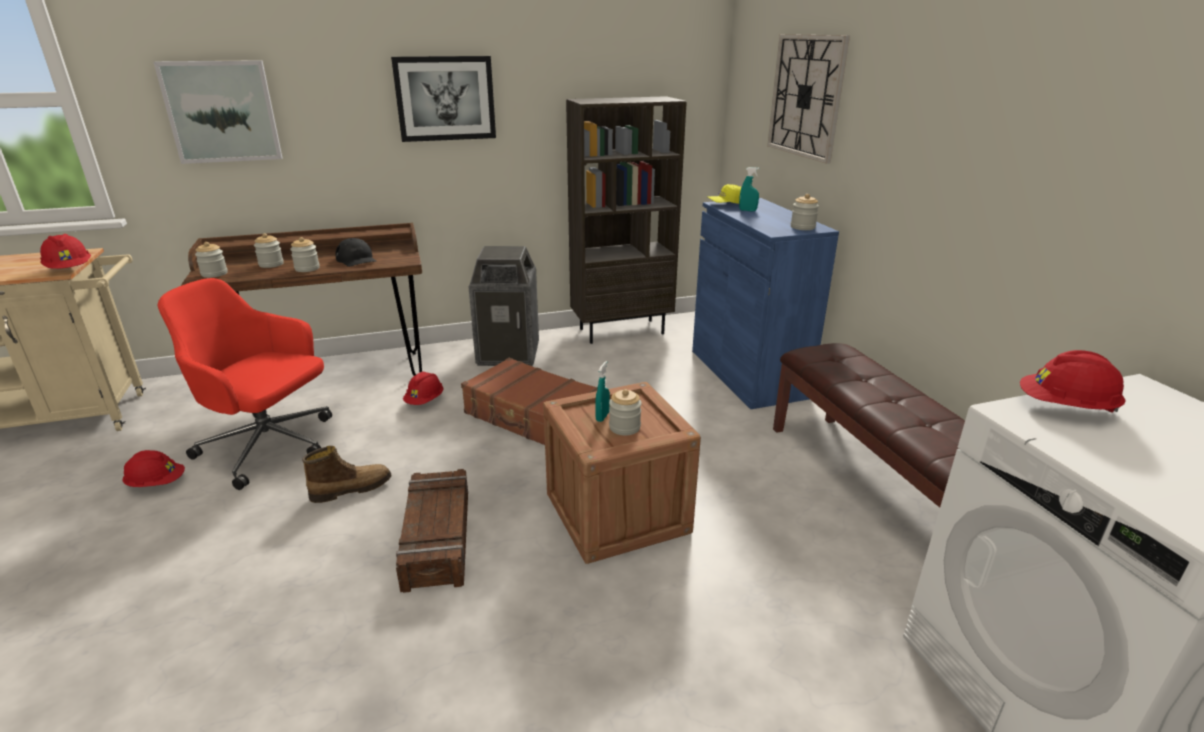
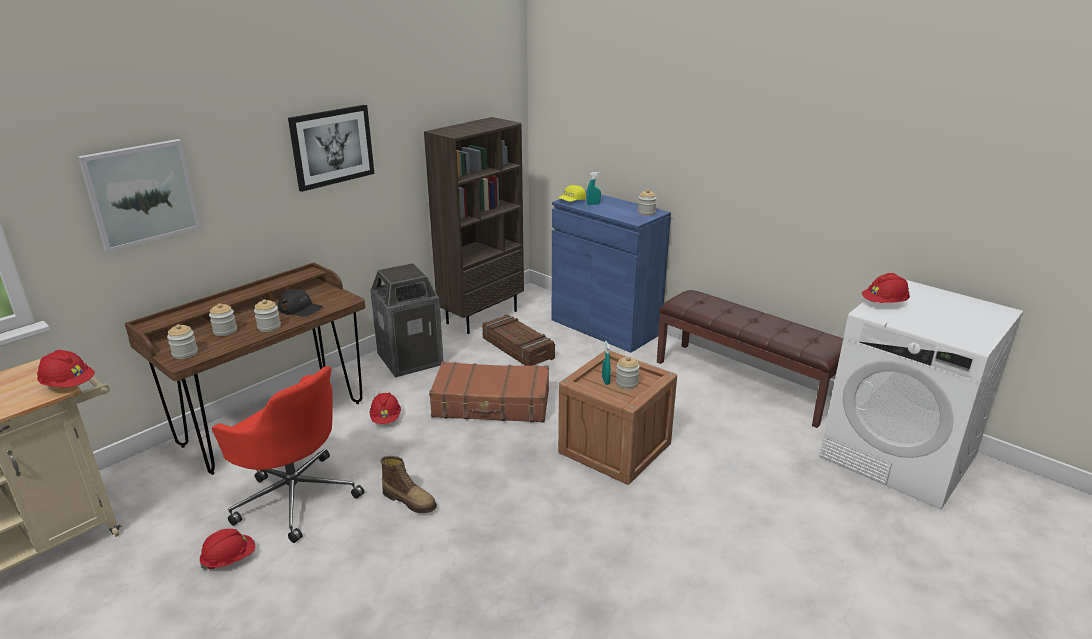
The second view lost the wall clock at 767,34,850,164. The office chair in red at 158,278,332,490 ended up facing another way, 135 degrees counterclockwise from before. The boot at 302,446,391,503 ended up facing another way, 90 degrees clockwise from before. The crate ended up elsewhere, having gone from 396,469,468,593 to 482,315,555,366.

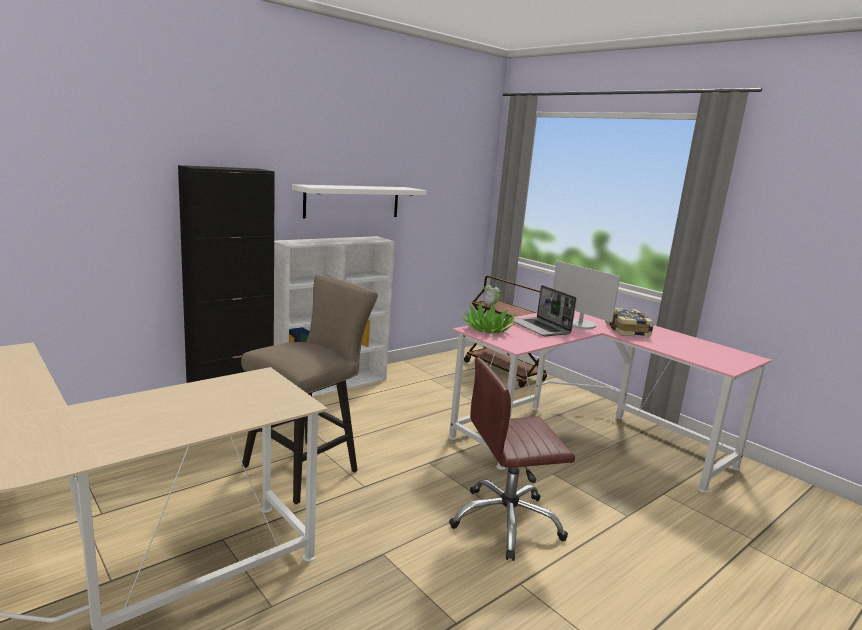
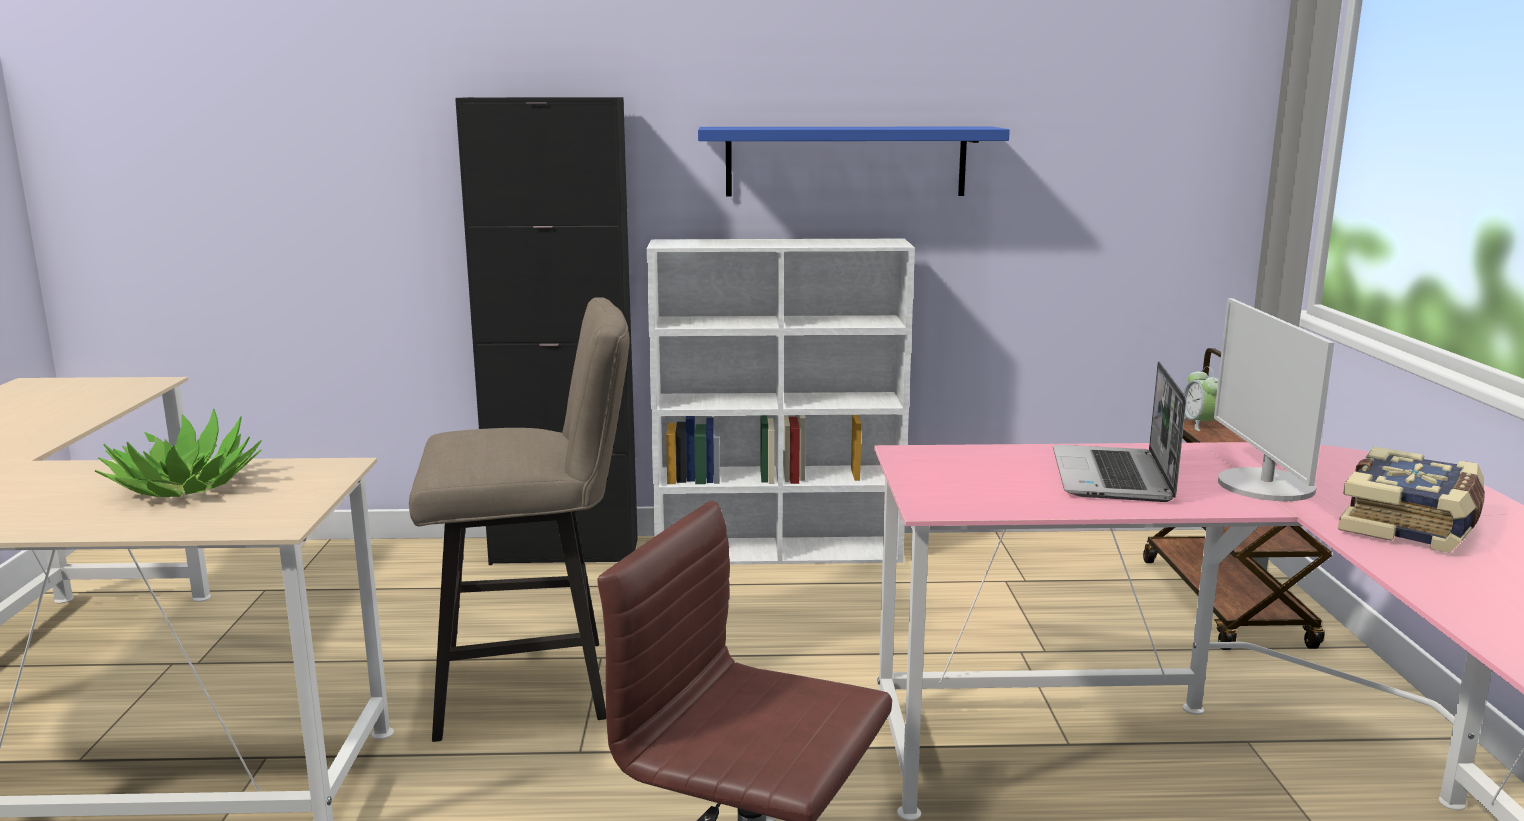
What was the shelf in white at 292,184,427,218 turned into the shelf in blue at 698,127,1010,197. The potted plant ended up elsewhere, having gone from 462,303,517,334 to 95,409,262,497.

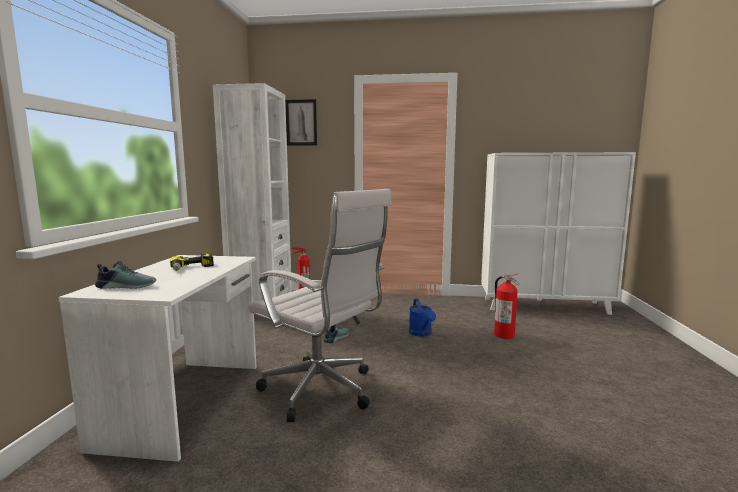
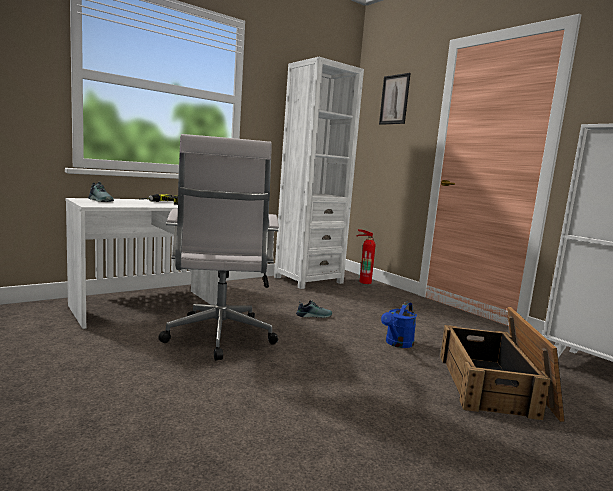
Where the fire extinguisher stood at 494,274,519,339, the crate came to stand at 440,307,565,422.

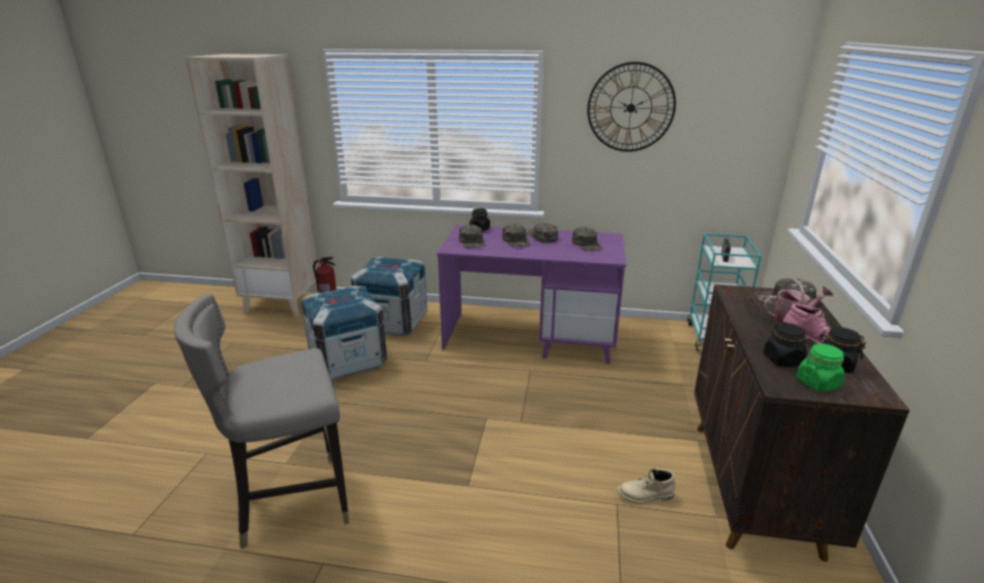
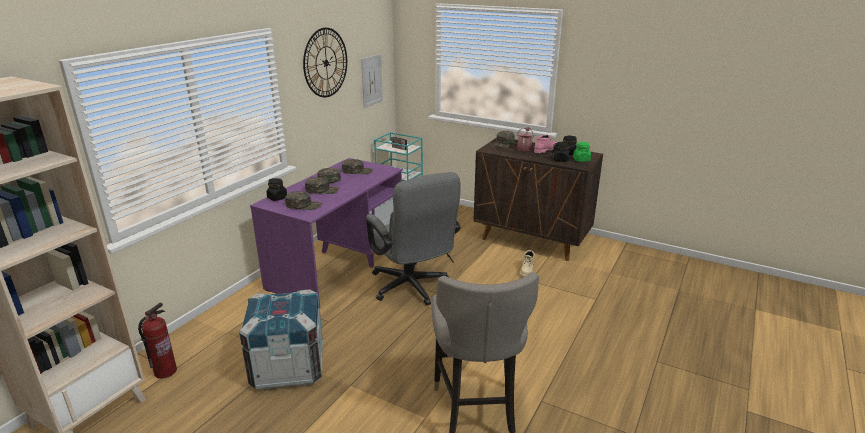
The second view lost the crate at 351,256,427,336. The second view gained the picture at 361,54,383,108. The second view gained the office chair in grey at 366,172,461,305.

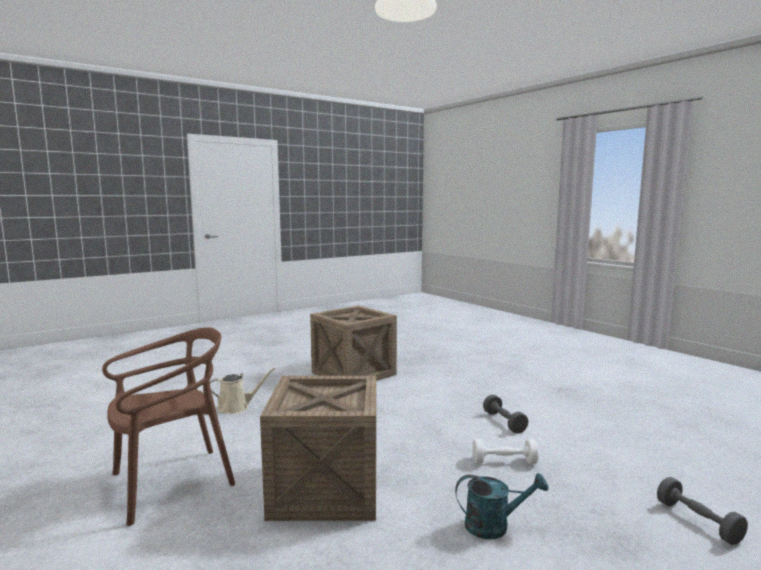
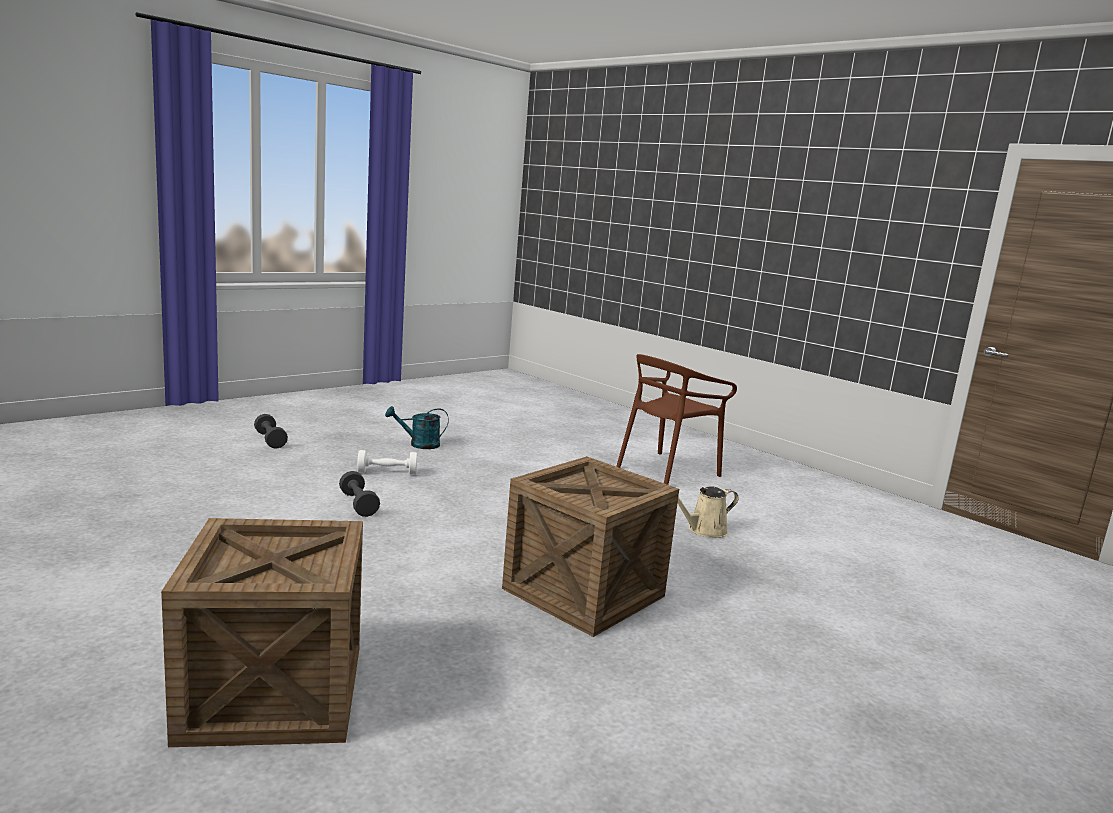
The crate ended up elsewhere, having gone from 260,376,376,521 to 161,518,363,747.

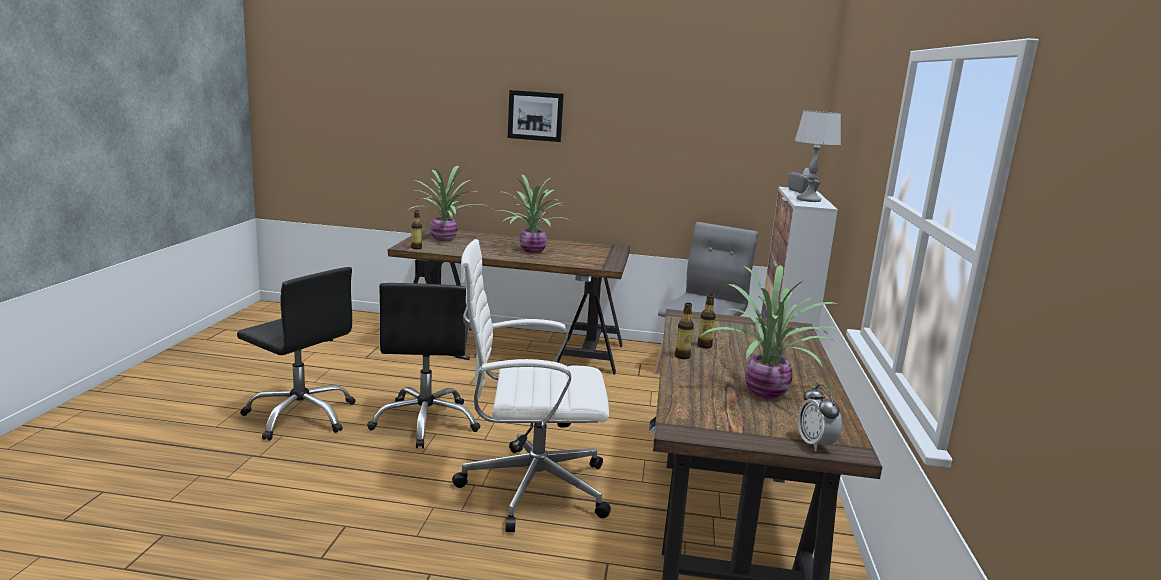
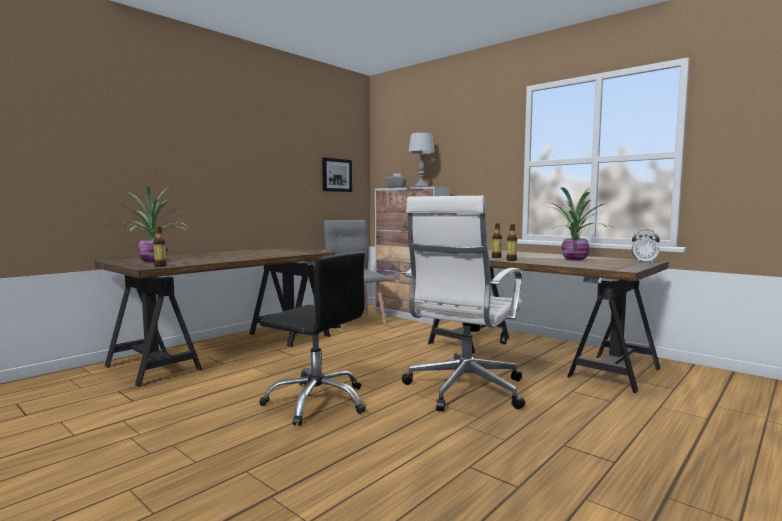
The picture ended up elsewhere, having gone from 508,90,564,142 to 322,157,352,192. The second view lost the potted plant at 497,175,571,254. The second view lost the office chair in black at 237,267,355,441.

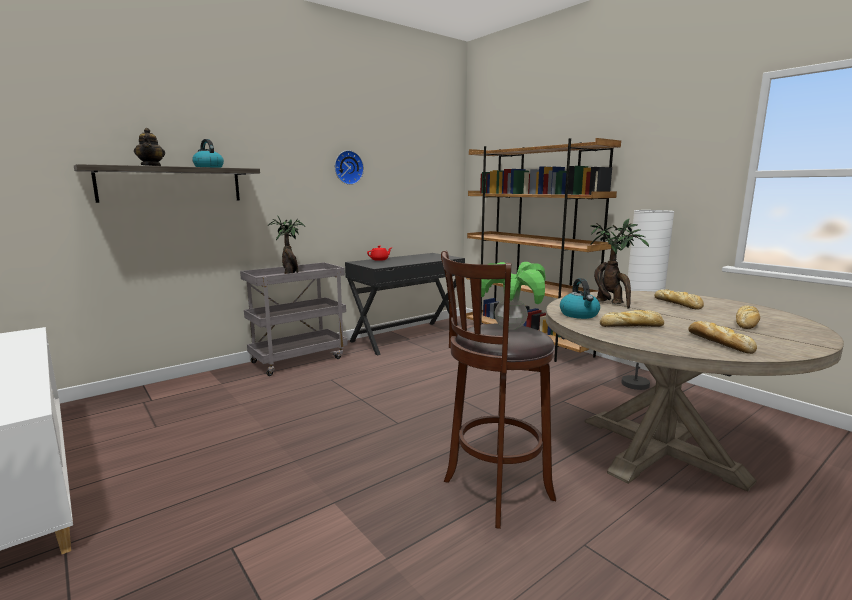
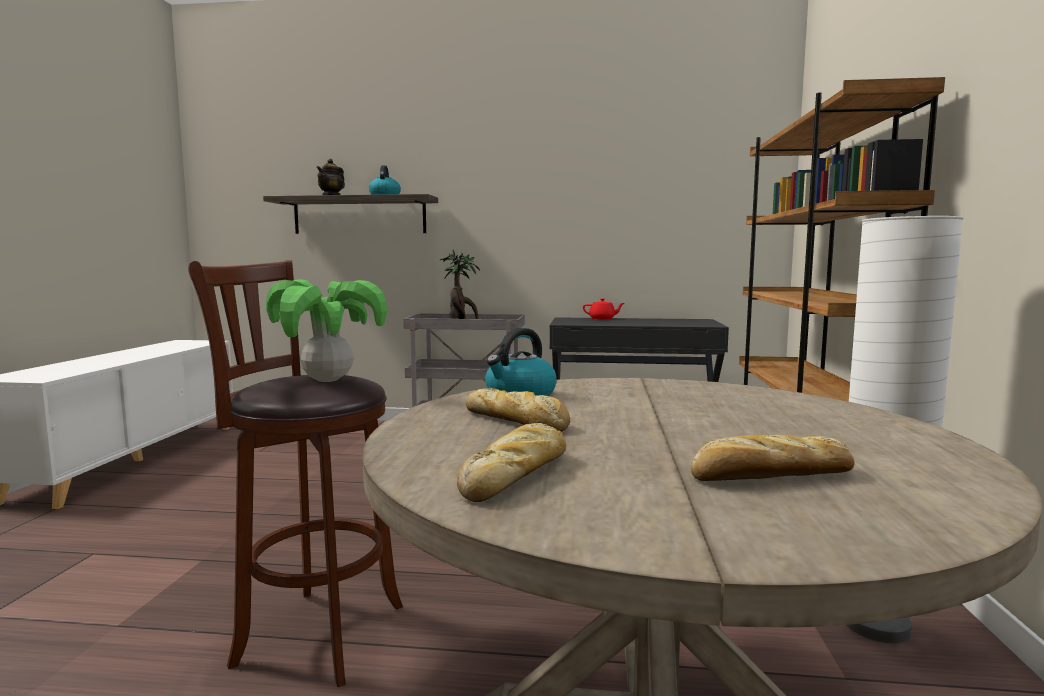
The second view lost the wall clock at 335,150,364,185. The second view lost the potted plant at 591,219,649,309. The second view lost the bread at 654,289,704,310.

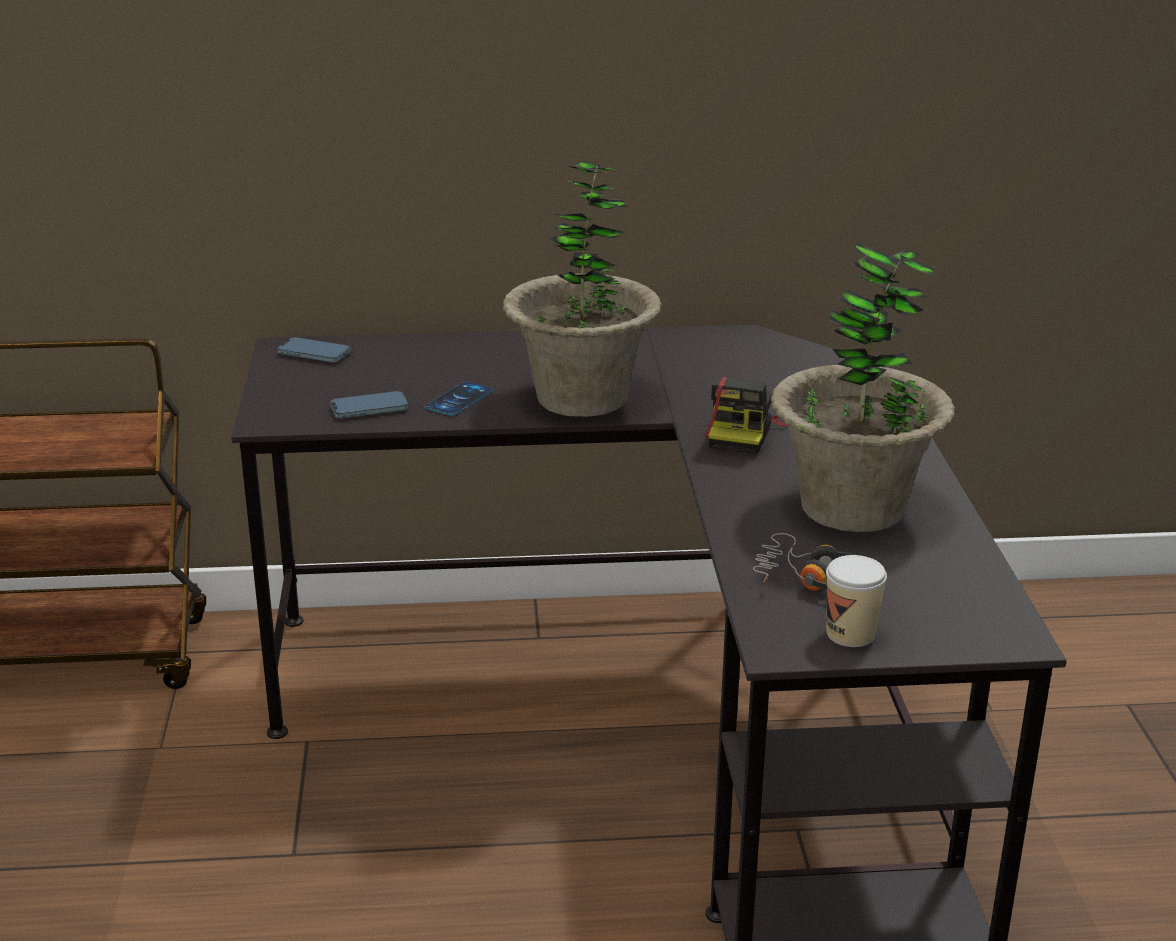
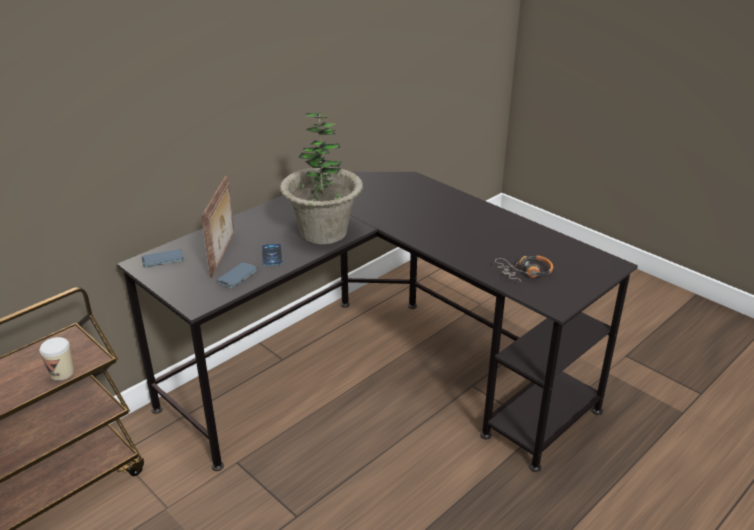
The second view lost the potted plant at 771,242,955,532. The second view lost the photo camera at 704,377,787,454. The cup ended up elsewhere, having gone from 826,555,887,647 to 40,337,74,380. The second view gained the picture frame at 201,175,234,278.

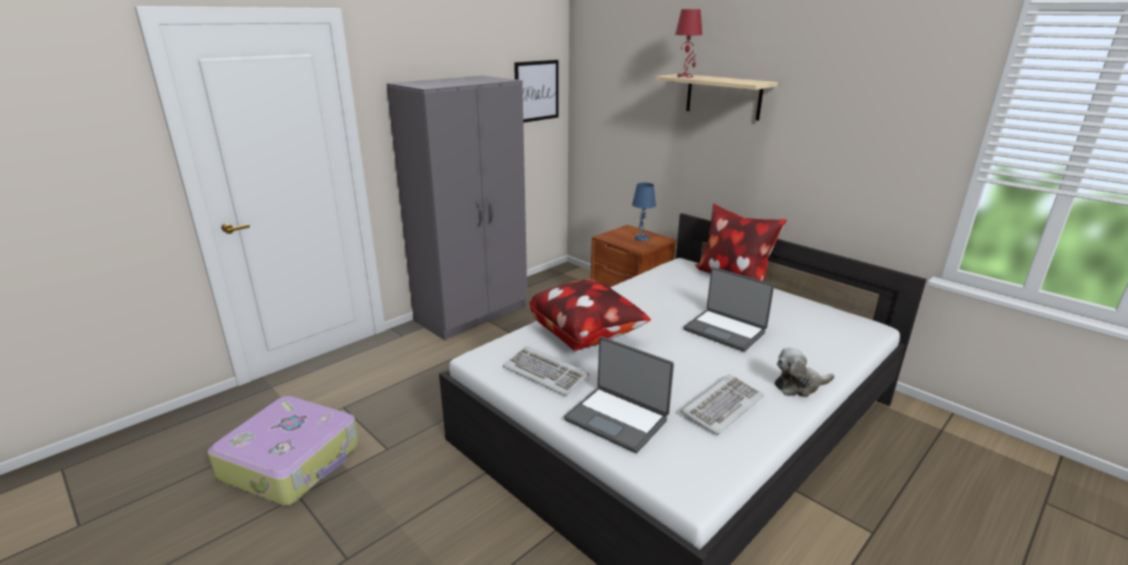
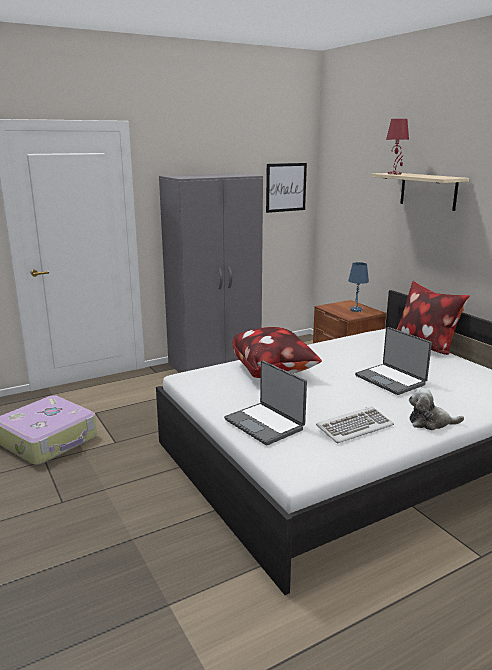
The second view lost the keyboard at 503,346,590,396.

